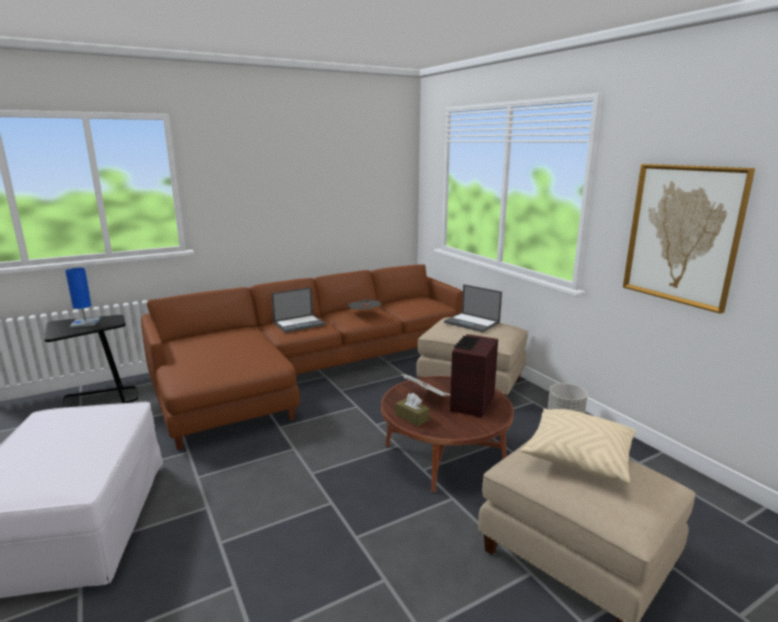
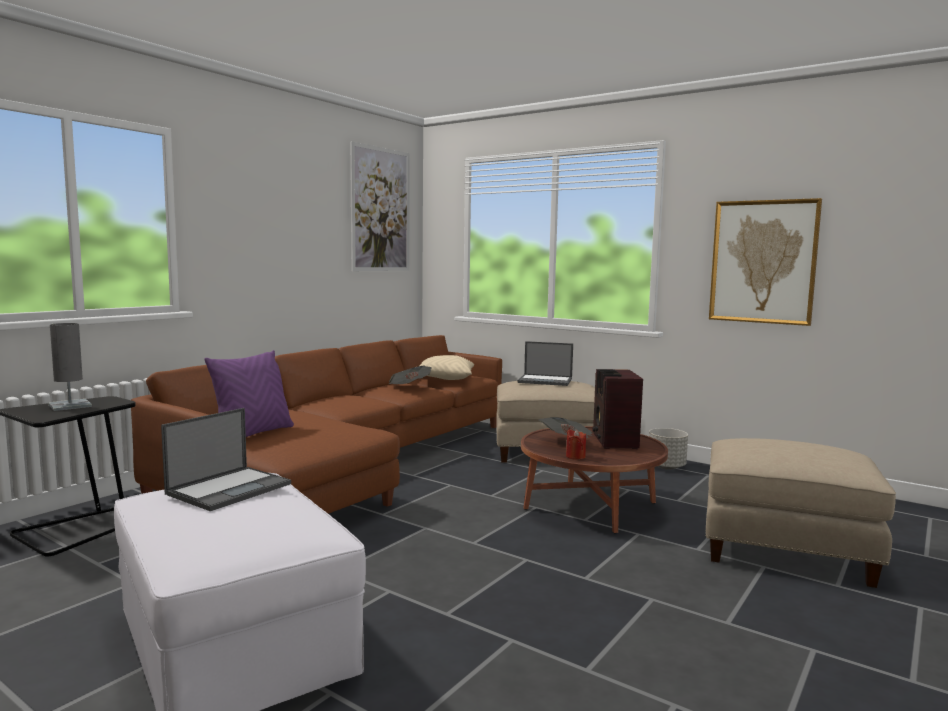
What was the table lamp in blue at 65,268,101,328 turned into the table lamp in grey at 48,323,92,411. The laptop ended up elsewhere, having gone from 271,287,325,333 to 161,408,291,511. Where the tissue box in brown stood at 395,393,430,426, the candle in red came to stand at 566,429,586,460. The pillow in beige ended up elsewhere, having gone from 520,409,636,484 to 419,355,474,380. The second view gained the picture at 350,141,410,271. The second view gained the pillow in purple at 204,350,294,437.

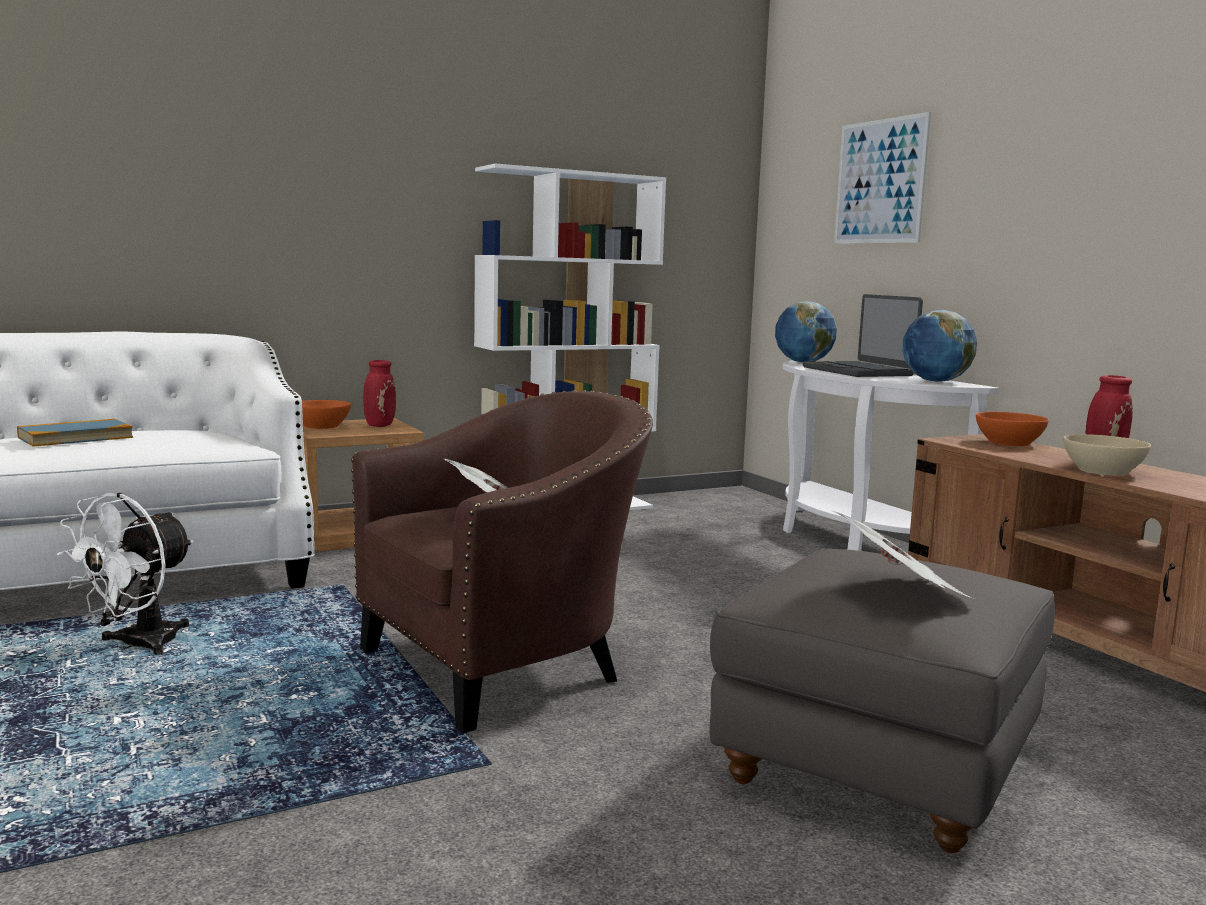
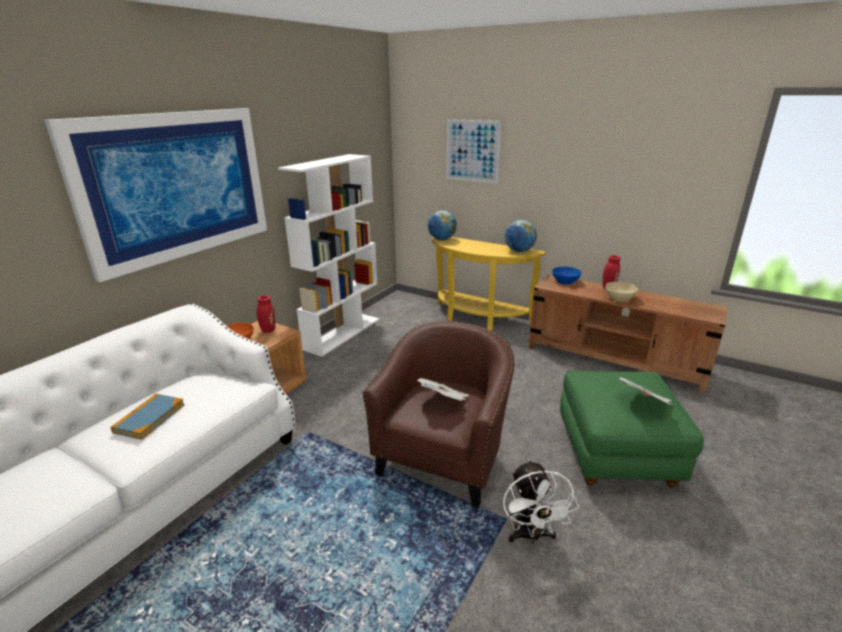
The second view lost the laptop at 803,294,923,377. What was the console table in white at 783,360,999,551 turned into the console table in yellow at 432,236,546,331. What was the bowl in orange at 976,412,1049,446 turned into the bowl in blue at 552,267,581,285. The fan in white ended up elsewhere, having gone from 57,493,194,655 to 503,460,579,544. What was the ottoman in grey at 709,548,1055,853 turned into the ottoman in green at 560,370,704,488. The second view gained the picture at 44,108,267,282.

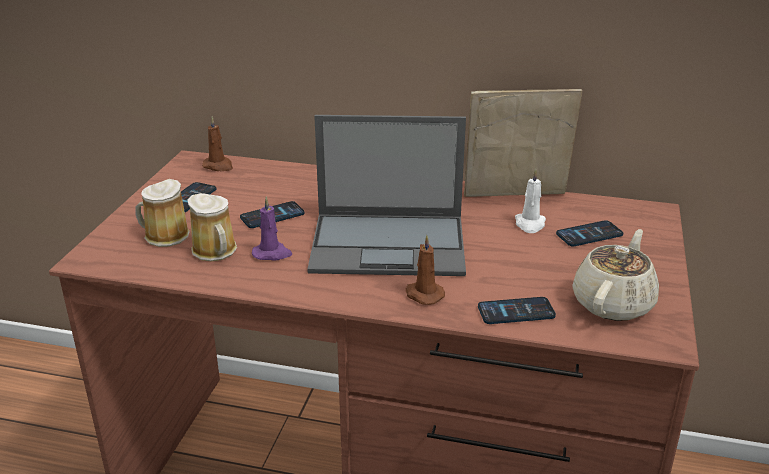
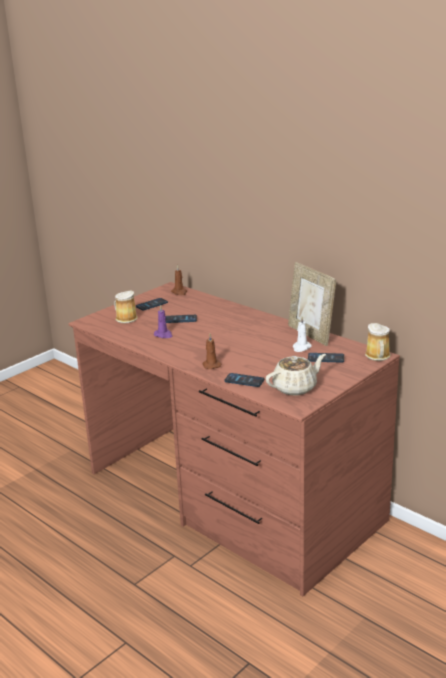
The picture frame at 464,89,582,197 ended up facing another way, 150 degrees counterclockwise from before. The second view lost the laptop at 307,115,466,276. The mug ended up elsewhere, having gone from 188,193,237,262 to 365,323,390,361.

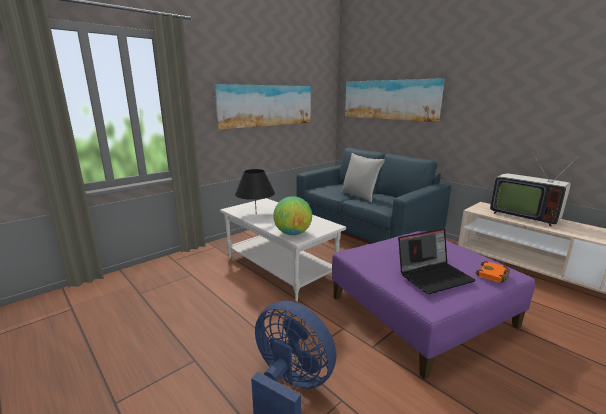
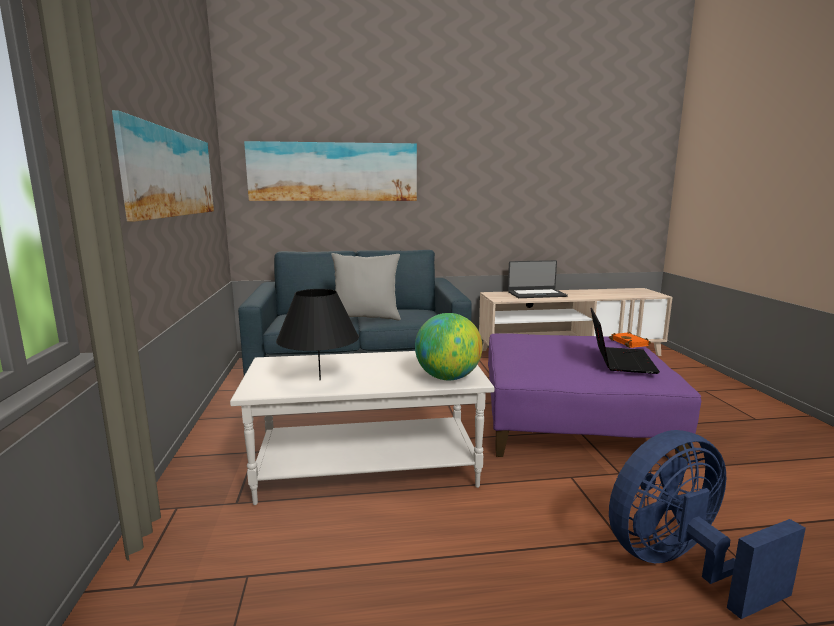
Where the television stood at 490,152,581,226, the laptop came to stand at 508,260,568,298.

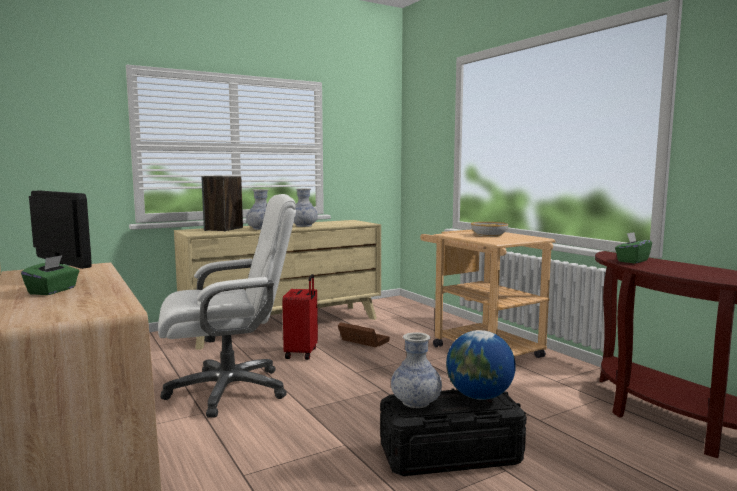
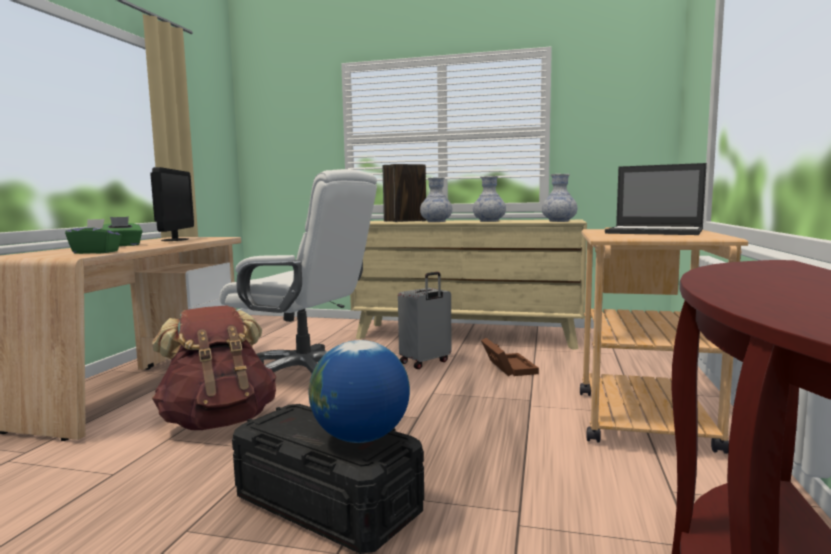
Where the bowl stood at 471,222,508,237, the laptop came to stand at 605,163,707,235. The tissue box in green ended up elsewhere, having gone from 615,232,652,264 to 65,219,122,254. What was the suitcase in red at 282,274,318,360 turned into the suitcase in grey at 398,272,452,369. The vase ended up elsewhere, having gone from 391,333,442,408 to 542,174,577,222. The second view gained the backpack in brown at 152,305,276,430.

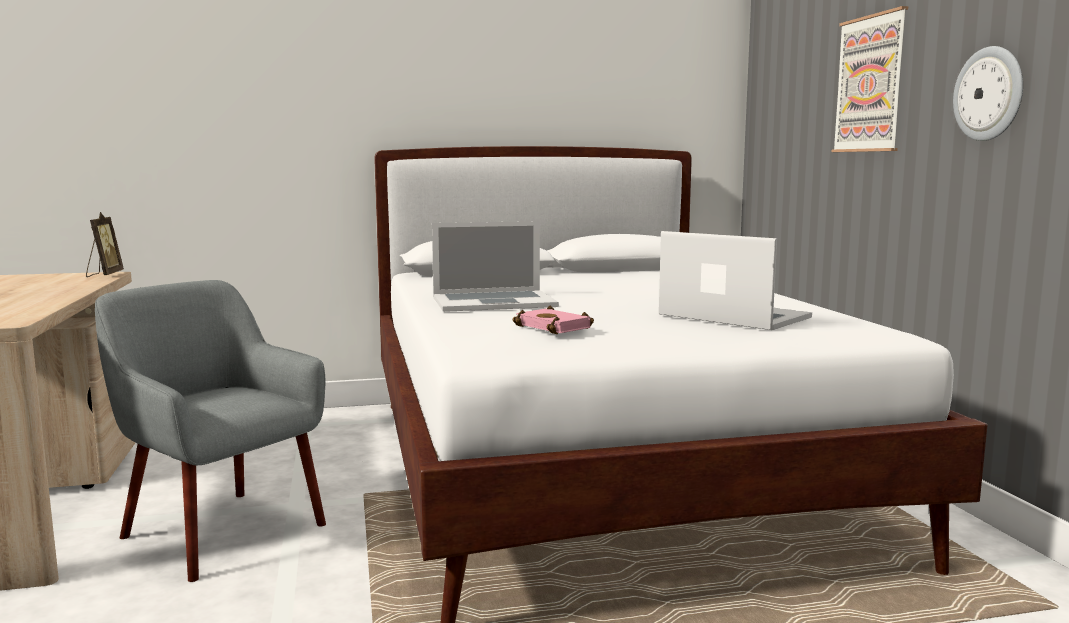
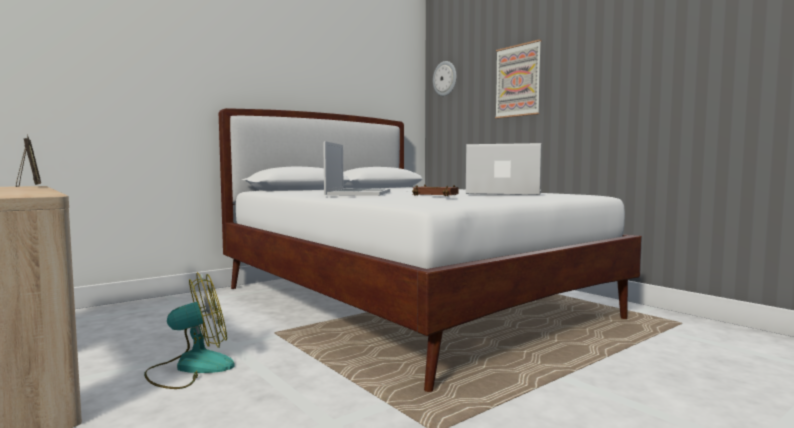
The wall clock ended up elsewhere, having gone from 953,46,1023,141 to 433,61,457,96. The laptop at 432,221,559,312 ended up facing another way, 45 degrees counterclockwise from before. Where the armchair in grey stood at 95,280,326,582, the fan came to stand at 144,272,235,389. What was the book in pink at 513,306,594,334 turned into the book in brown at 412,185,458,196.

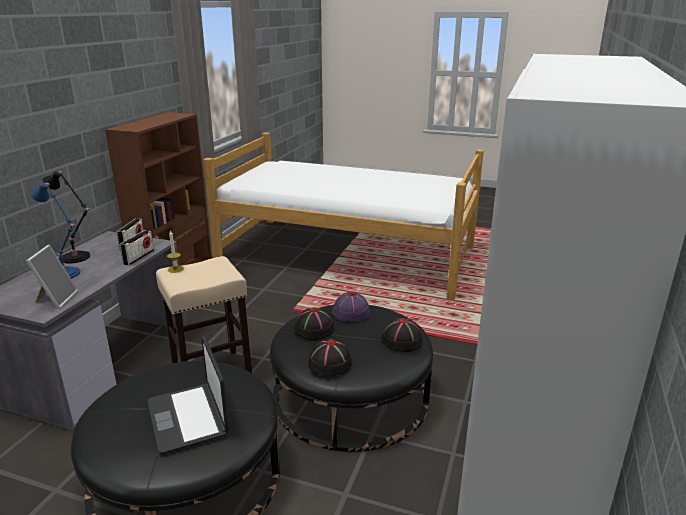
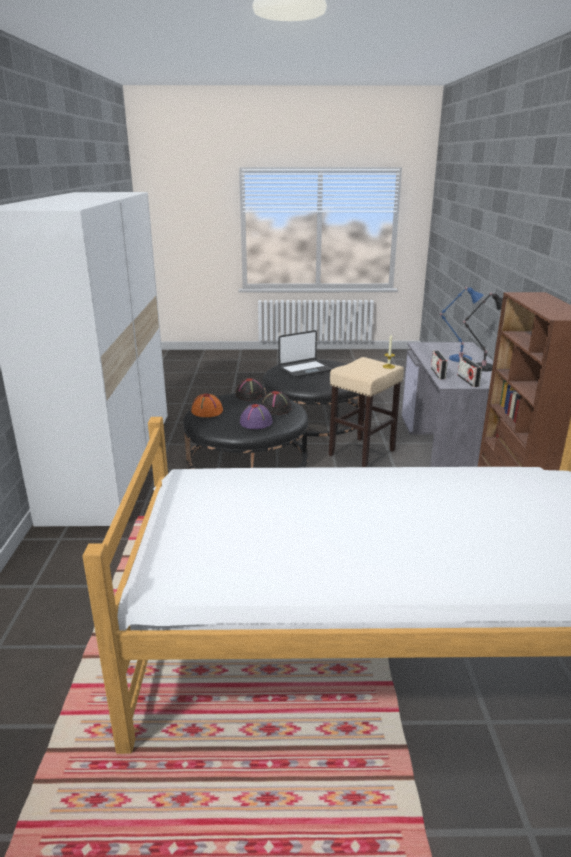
The second view lost the picture frame at 26,245,78,309. What was the hat in black at 381,318,423,353 turned into the hat in orange at 191,394,223,417. The laptop at 148,336,230,454 ended up facing another way, 105 degrees clockwise from before.

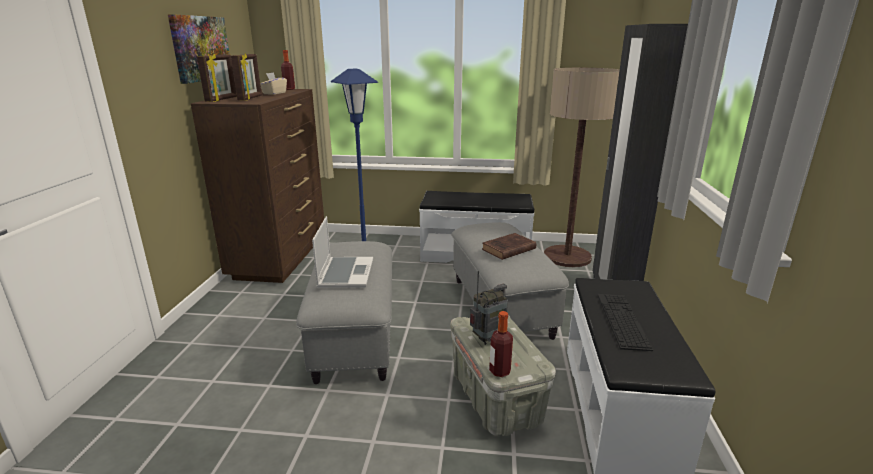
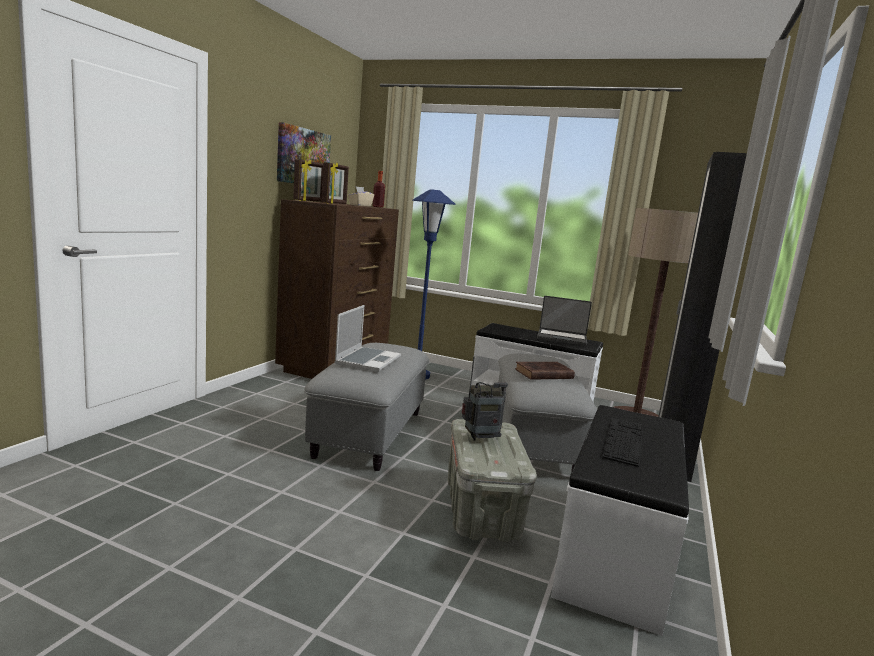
The second view lost the bottle at 489,311,513,377. The second view gained the laptop at 537,296,592,346.

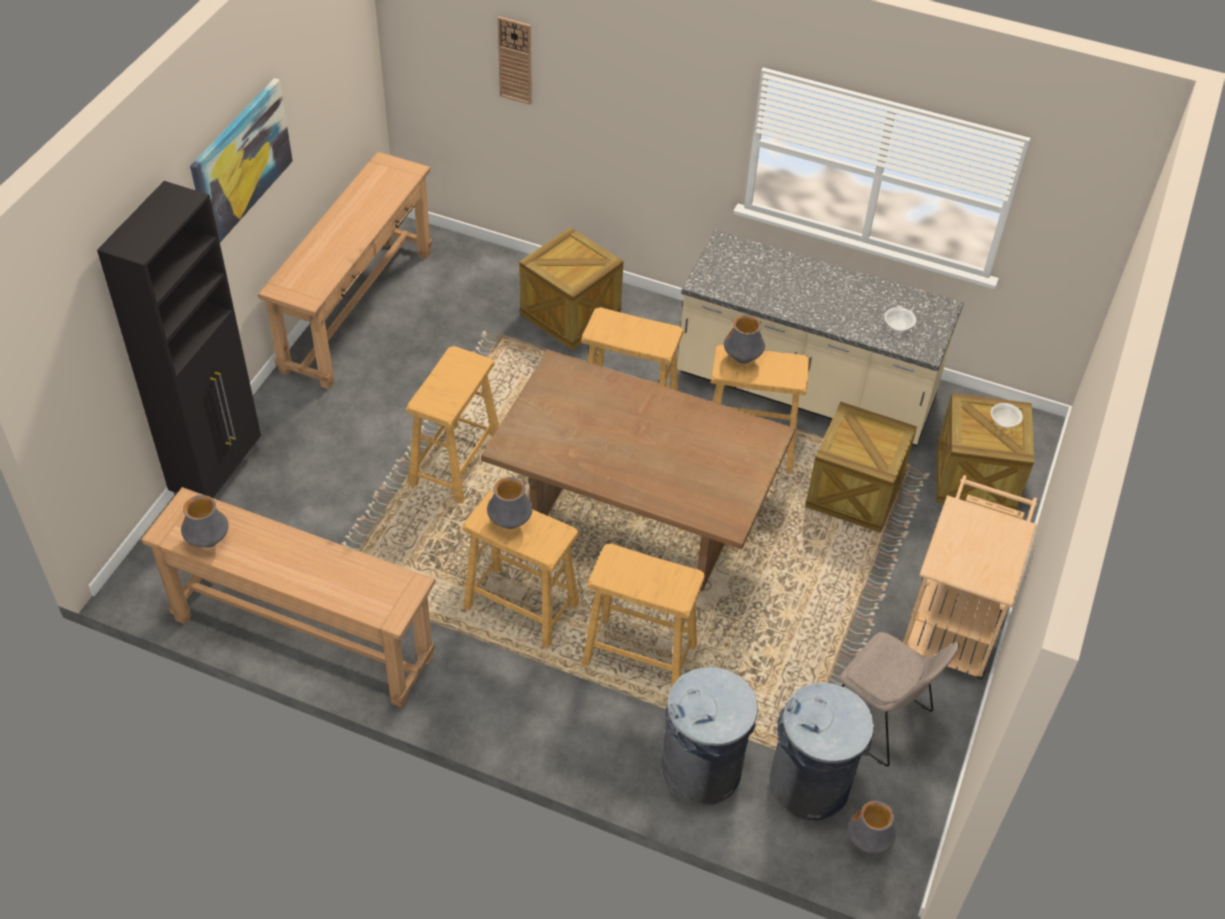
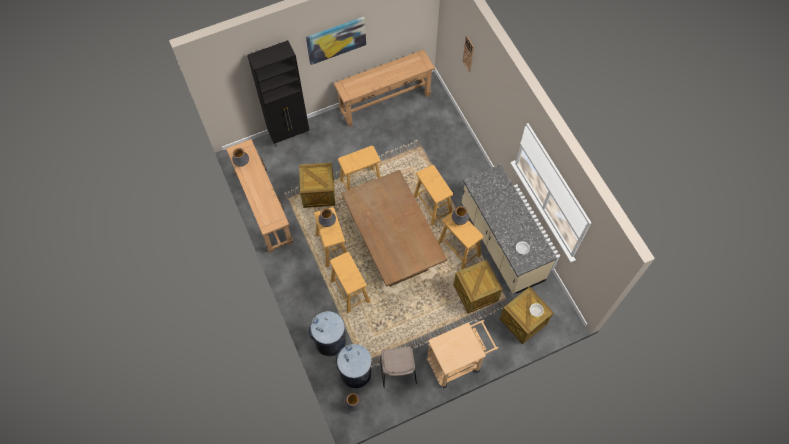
The crate ended up elsewhere, having gone from 519,227,623,350 to 299,162,335,208.

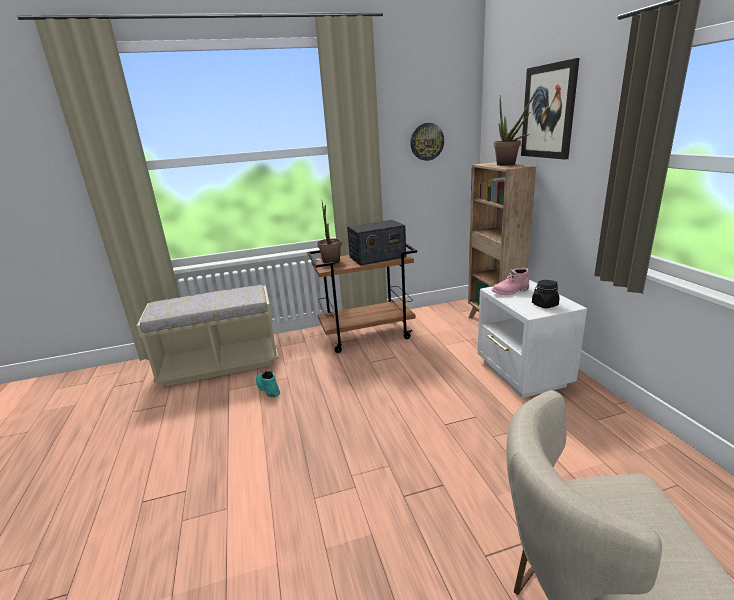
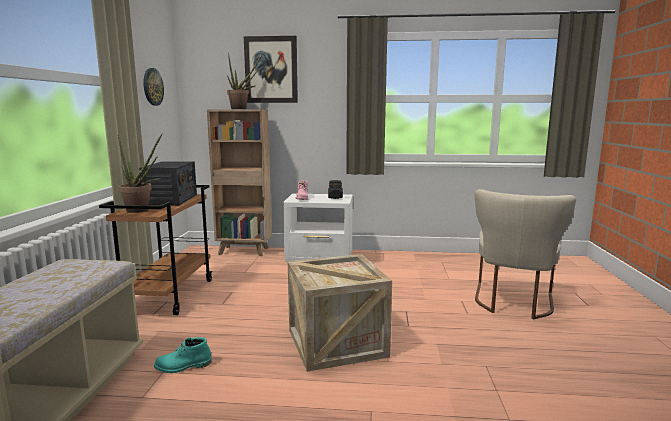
The second view gained the crate at 288,254,392,372.

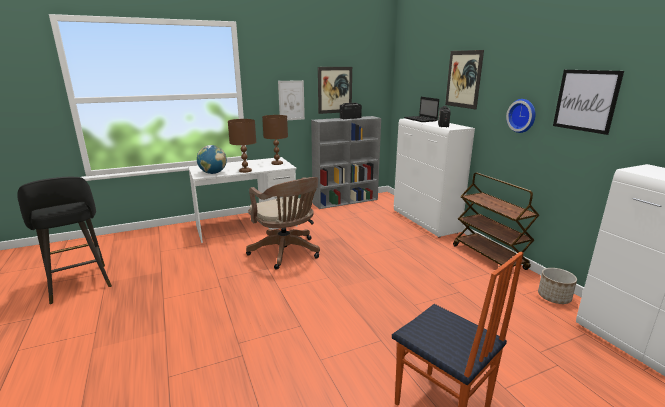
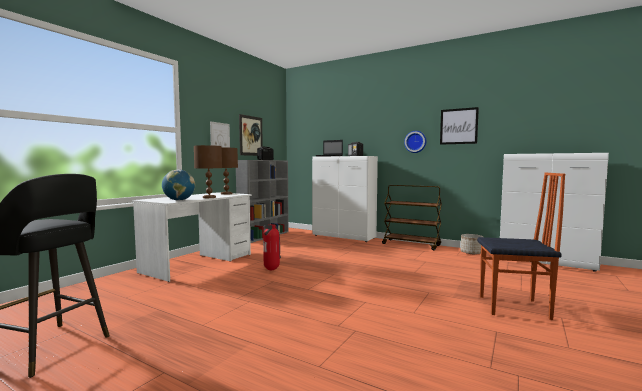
The second view lost the picture at 445,50,484,109. Where the office chair in brown stood at 246,177,320,270, the fire extinguisher came to stand at 263,225,281,270.

